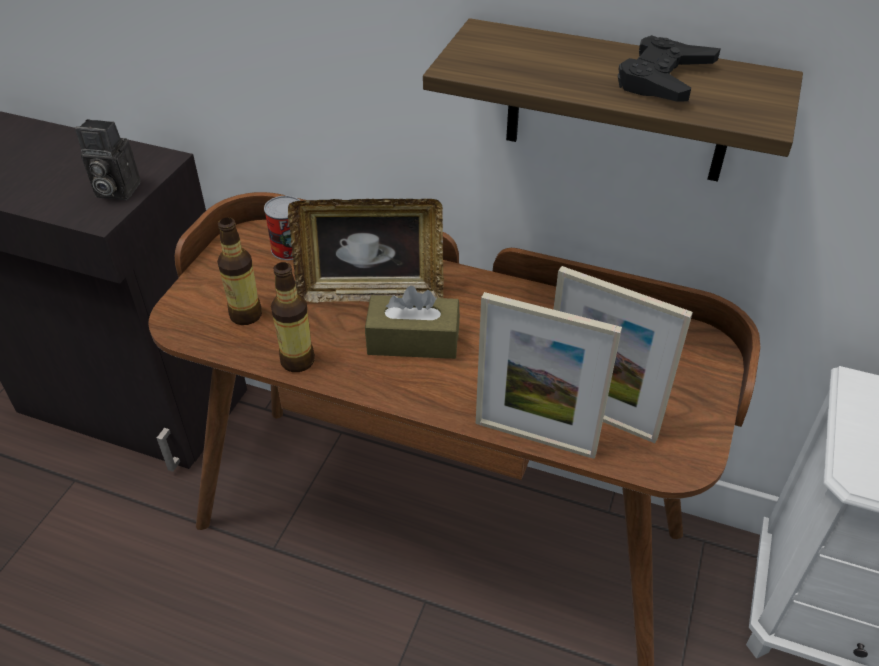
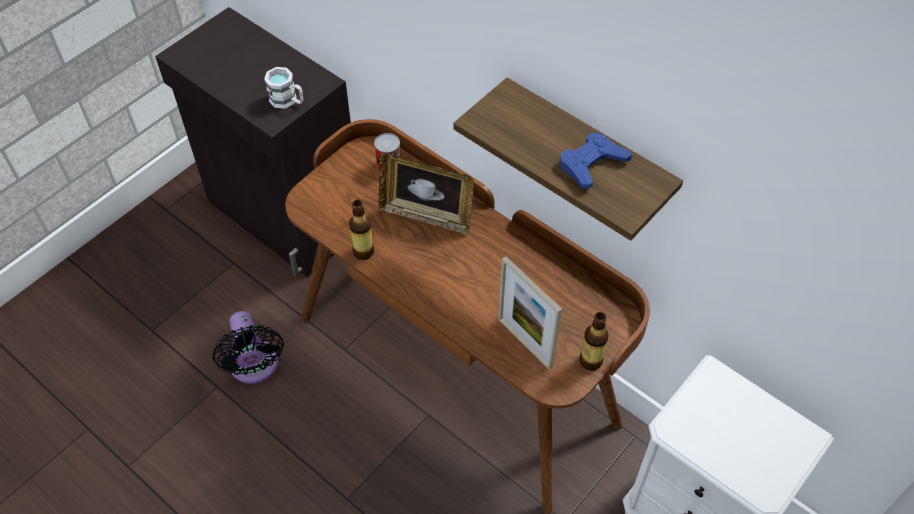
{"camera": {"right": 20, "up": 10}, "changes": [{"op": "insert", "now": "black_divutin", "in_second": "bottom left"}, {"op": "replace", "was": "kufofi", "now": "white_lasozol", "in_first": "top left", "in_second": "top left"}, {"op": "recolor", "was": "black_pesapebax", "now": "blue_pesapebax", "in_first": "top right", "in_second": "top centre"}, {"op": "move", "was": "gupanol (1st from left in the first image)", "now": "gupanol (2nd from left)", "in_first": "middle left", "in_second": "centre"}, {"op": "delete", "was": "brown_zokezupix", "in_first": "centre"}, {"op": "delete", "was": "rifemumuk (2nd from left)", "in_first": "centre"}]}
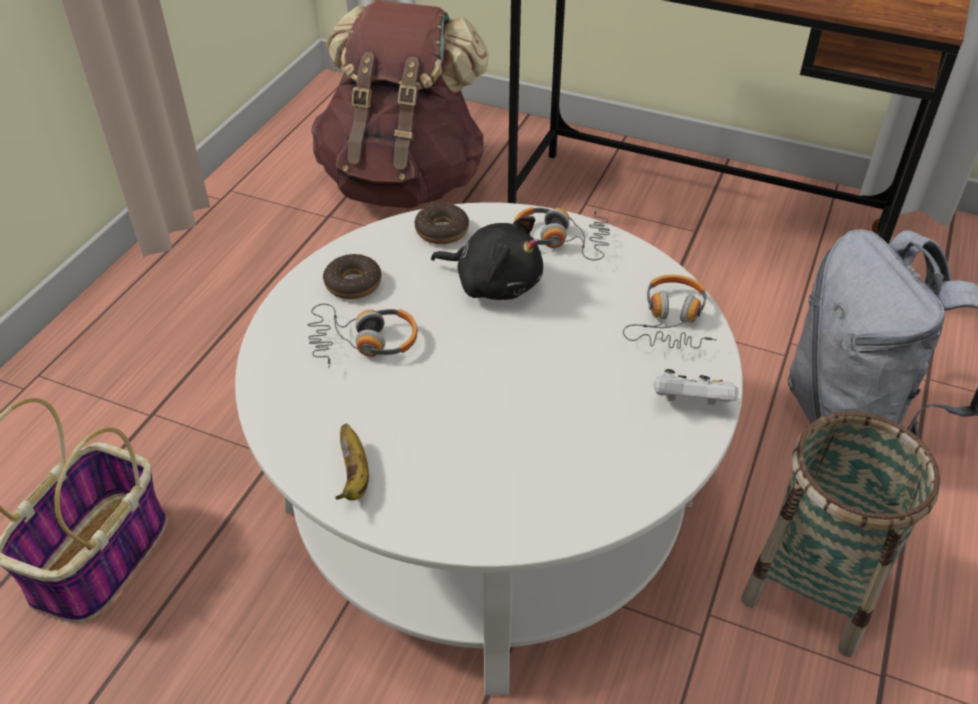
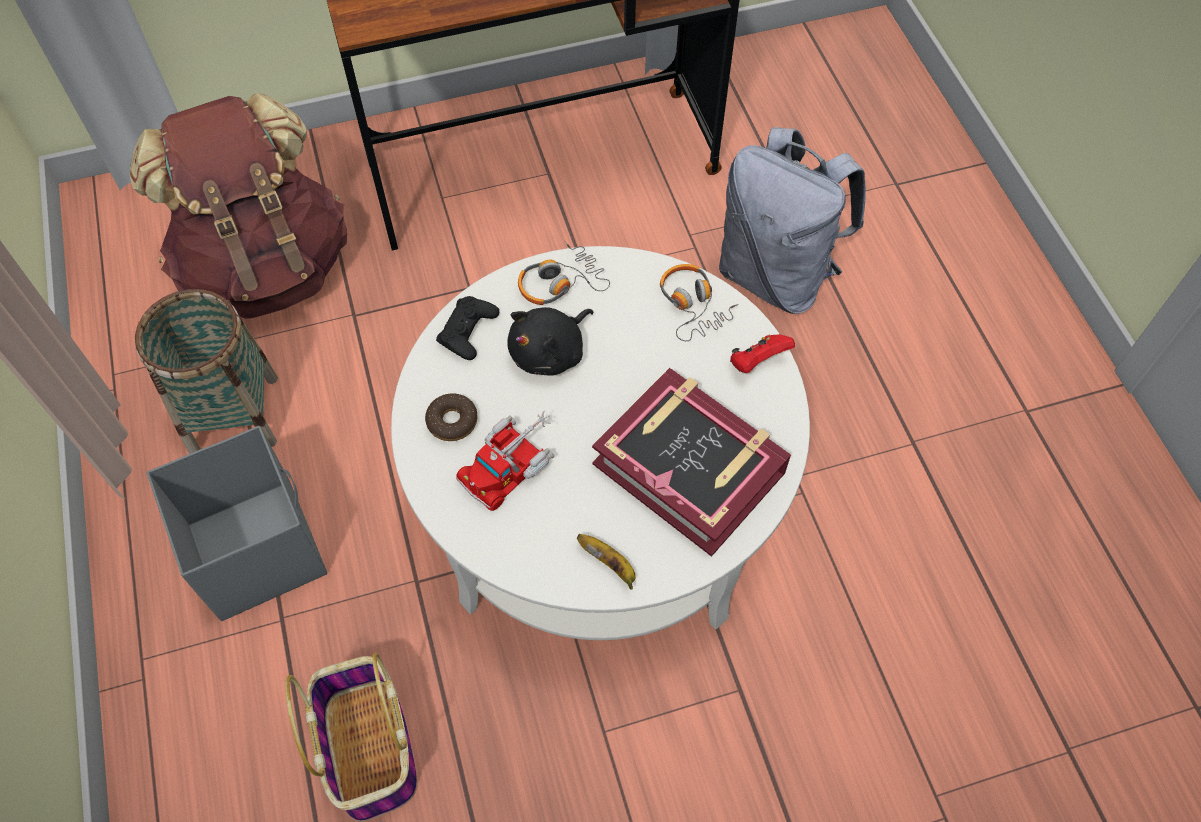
{"camera": {"right": -40, "up": 15}, "changes": [{"op": "move", "was": "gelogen (2nd from left in the first image)", "now": "gelogen (1st from left)", "in_first": "bottom right", "in_second": "middle left"}, {"op": "insert", "now": "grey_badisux", "in_second": "middle left"}, {"op": "replace", "was": "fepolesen (2nd from left)", "now": "black_pesapebax", "in_first": "top centre", "in_second": "centre"}, {"op": "replace", "was": "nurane (1st from left)", "now": "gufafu", "in_first": "centre", "in_second": "centre"}, {"op": "rotate", "was": "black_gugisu", "in_first": "centre", "in_second": "centre", "clockwise": 150}, {"op": "insert", "now": "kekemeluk", "in_second": "centre"}, {"op": "recolor", "was": "white_pesapebax", "now": "red_pesapebax", "in_first": "middle right", "in_second": "centre"}]}
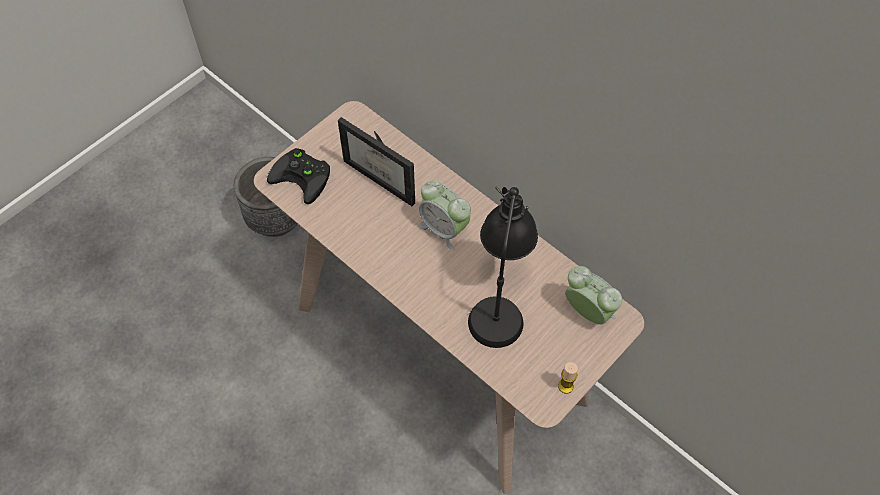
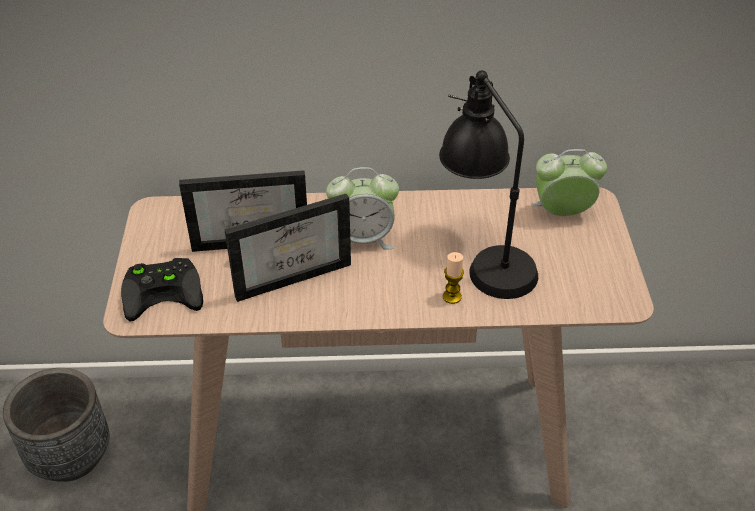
{"camera": {"right": -45, "up": -15}, "changes": [{"op": "insert", "now": "rifemumuk (2nd from left)", "in_second": "centre"}, {"op": "move", "was": "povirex", "in_first": "bottom centre", "in_second": "centre"}]}
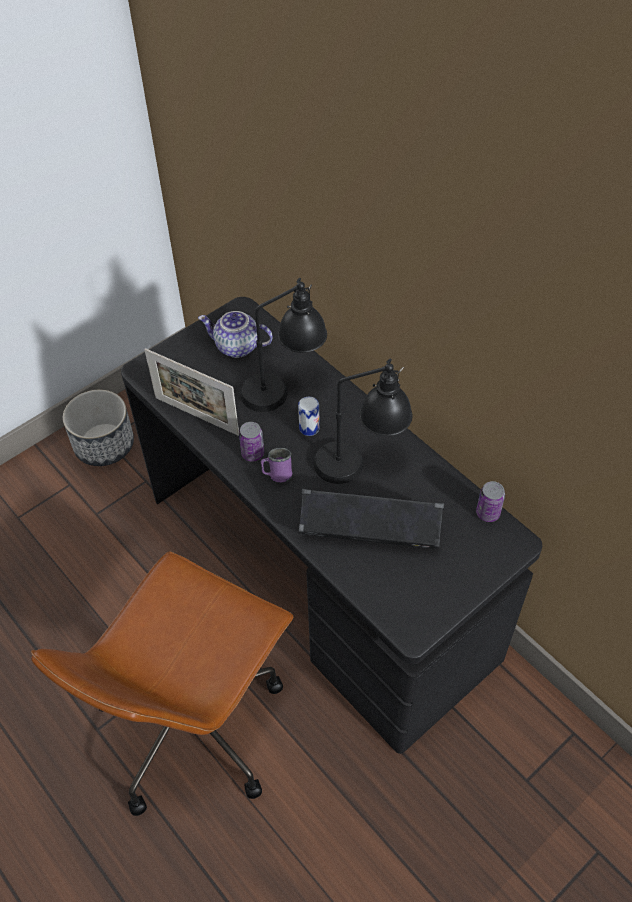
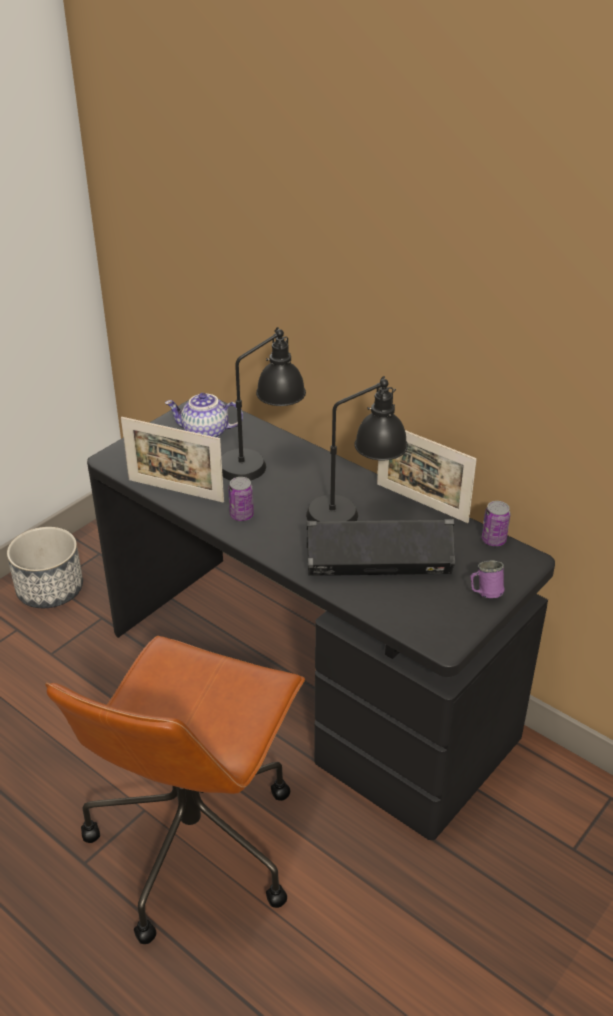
{"camera": {"right": -10, "up": -15}, "changes": [{"op": "insert", "now": "rifemumuk (2nd from left)", "in_second": "middle right"}, {"op": "move", "was": "purple_lasozol", "in_first": "centre", "in_second": "middle right"}, {"op": "delete", "was": "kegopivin (2nd from left)", "in_first": "centre"}]}
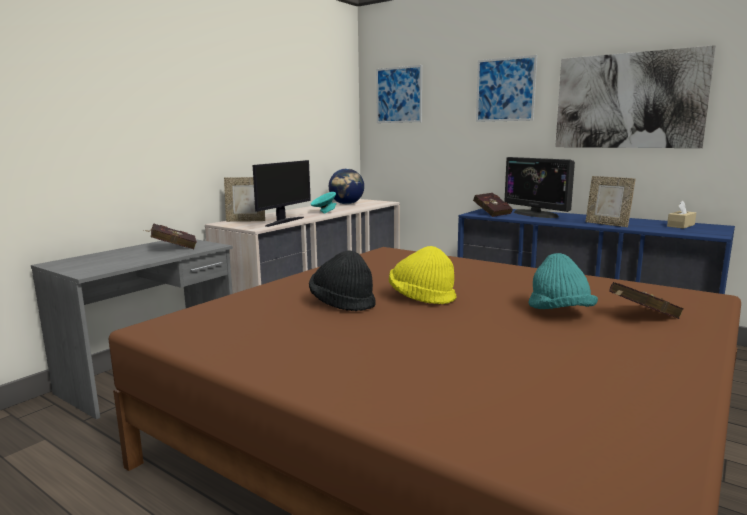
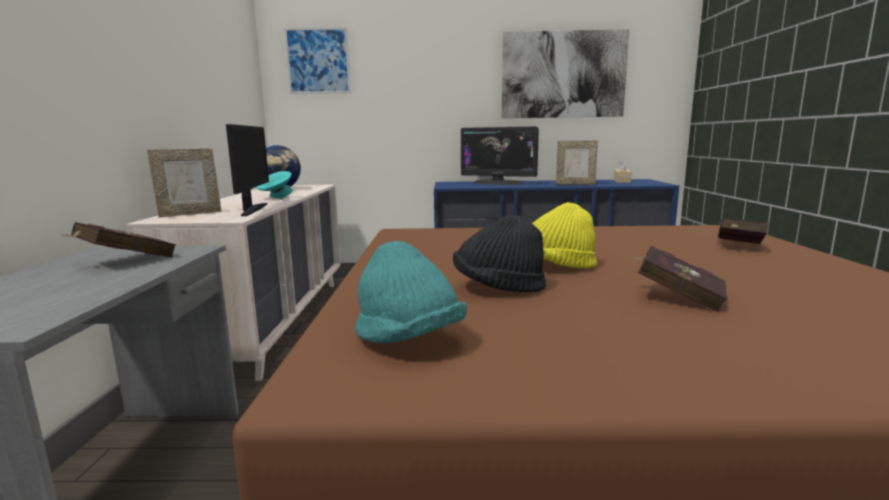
{"camera": {"right": -35, "up": 0}, "changes": [{"op": "move", "was": "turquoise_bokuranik", "in_first": "middle right", "in_second": "centre"}, {"op": "move", "was": "red_kekemeluk (2nd from left)", "in_first": "centre", "in_second": "middle right"}, {"op": "delete", "was": "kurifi (2nd from left)", "in_first": "top right"}]}
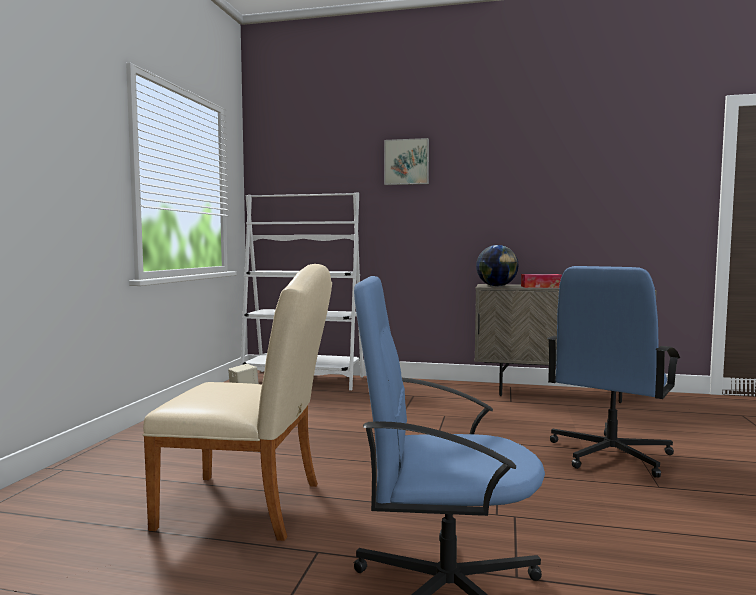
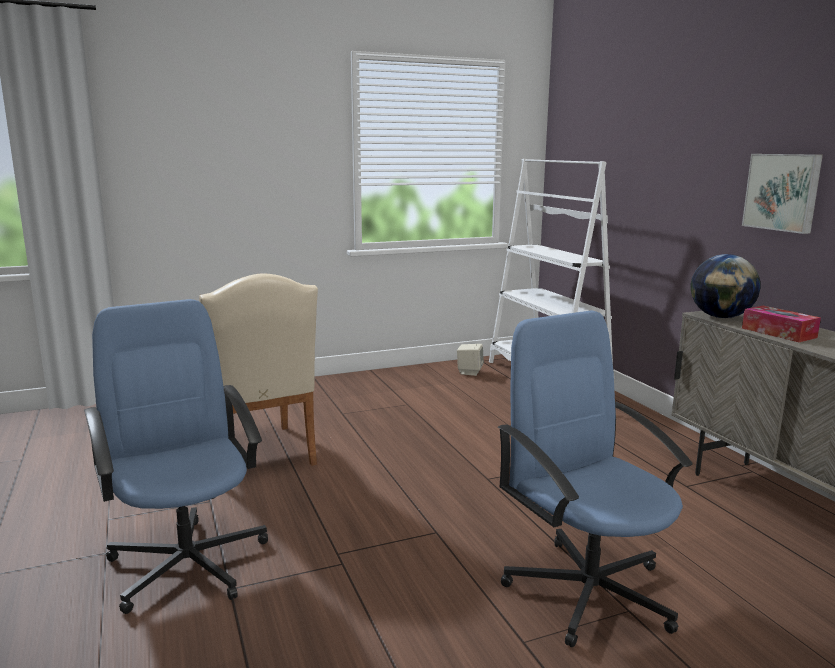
{"camera": {"right": 55, "up": 10}, "changes": [{"op": "rotate", "was": "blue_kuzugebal (2nd from left)", "in_first": "middle right", "in_second": "bottom right", "clockwise": 60}, {"op": "move", "was": "kurifi", "in_first": "top centre", "in_second": "top right"}]}
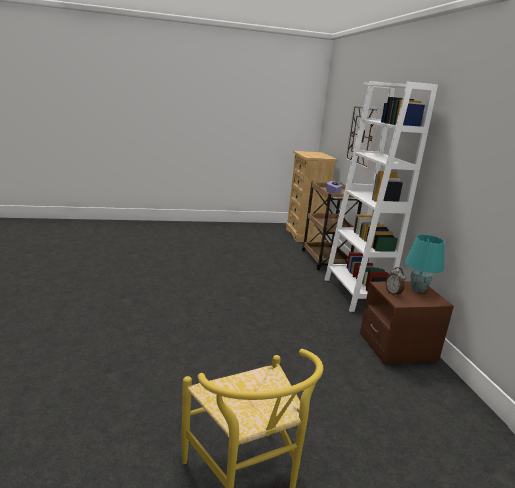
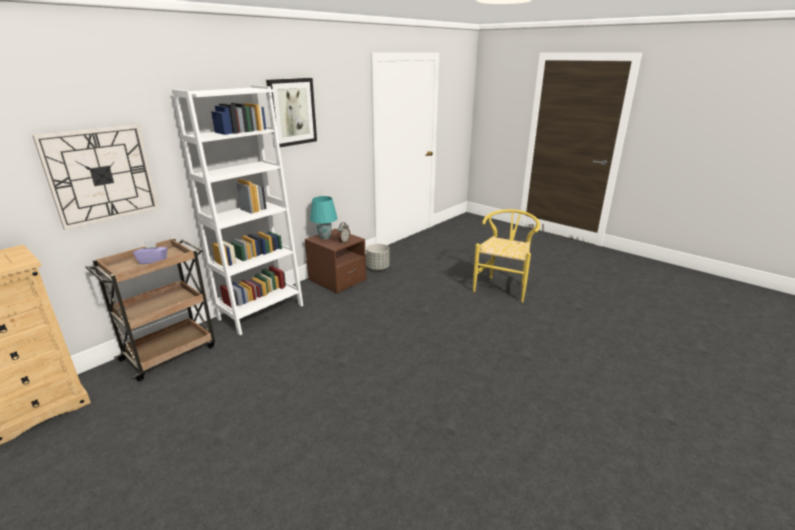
{"camera": {"right": -125, "up": 5}, "changes": [{"op": "insert", "now": "kurifi", "in_second": "top centre"}, {"op": "insert", "now": "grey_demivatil", "in_second": "centre"}]}
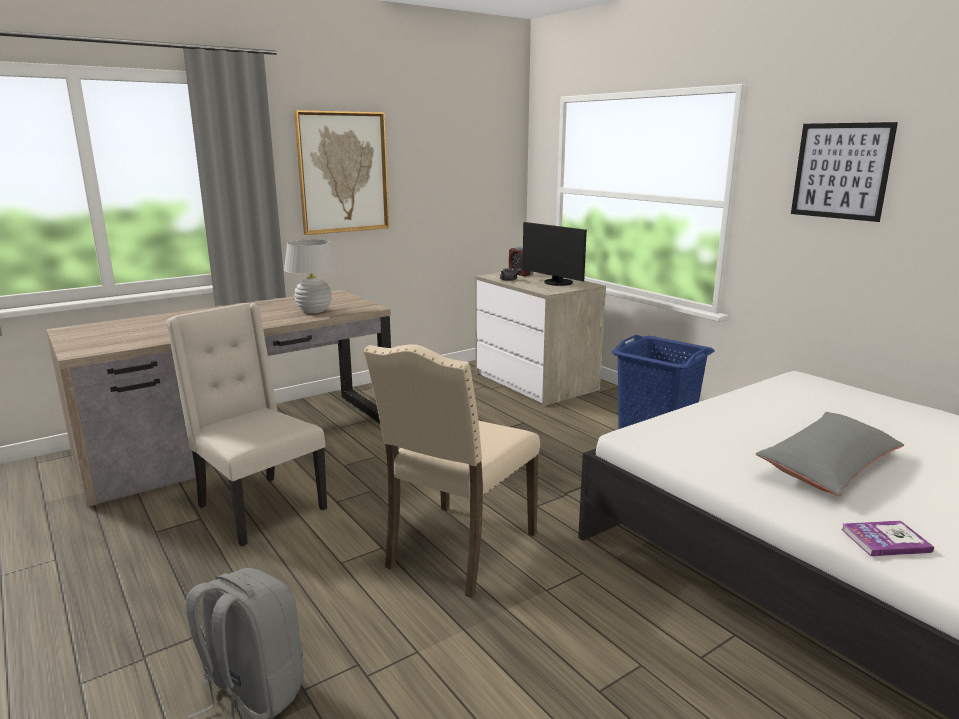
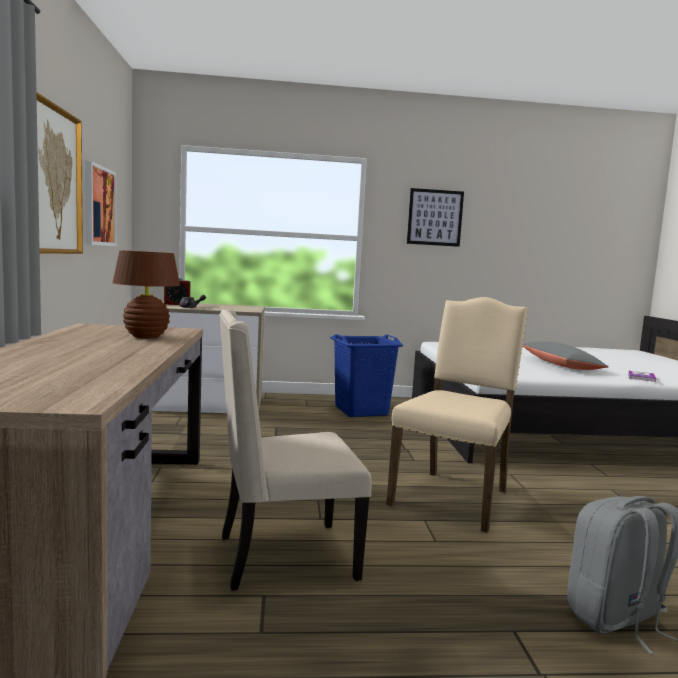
{"camera": {"right": -60, "up": -10}, "changes": [{"op": "insert", "now": "kurifi (2nd from left)", "in_second": "top left"}, {"op": "recolor", "was": "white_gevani", "now": "brown_gevani", "in_first": "middle left", "in_second": "middle left"}, {"op": "rotate", "was": "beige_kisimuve (2nd from left)", "in_first": "centre", "in_second": "middle right", "clockwise": -120}, {"op": "delete", "was": "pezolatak", "in_first": "centre"}]}
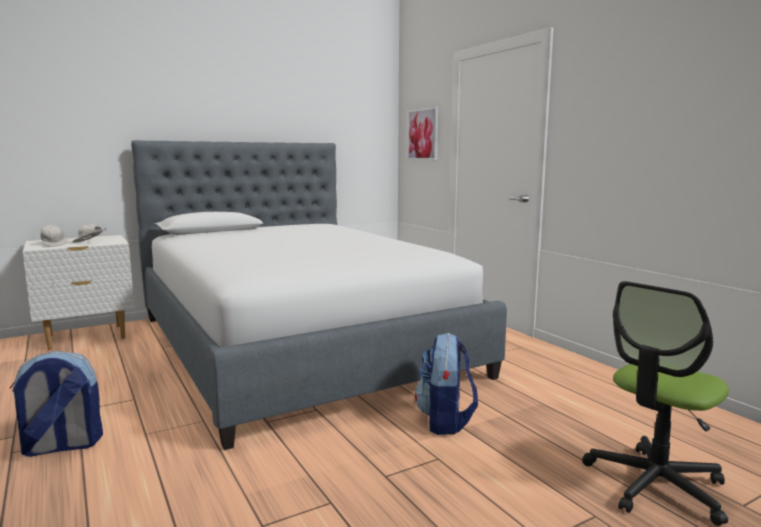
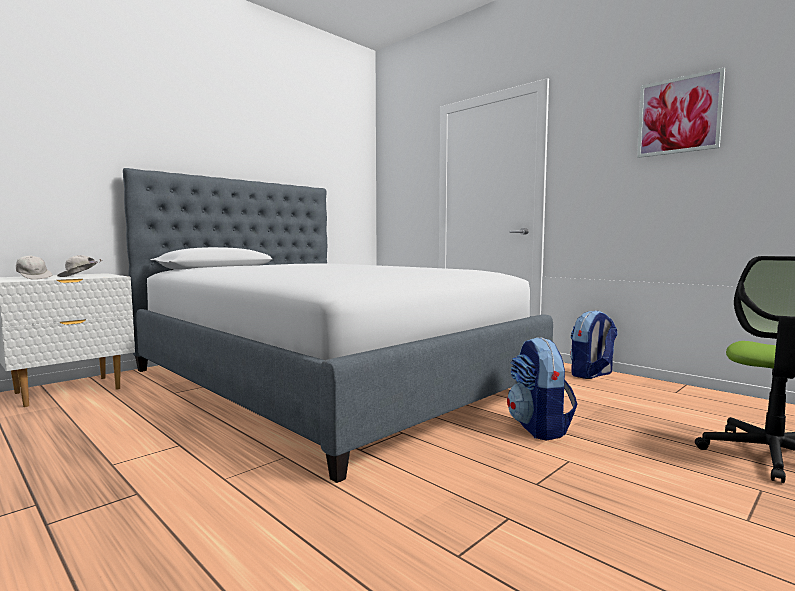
{"camera": {"right": -15, "up": -5}, "changes": [{"op": "move", "was": "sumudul (1st from left in the first image)", "now": "sumudul (2nd from left)", "in_first": "bottom left", "in_second": "middle right"}, {"op": "move", "was": "kurifi", "in_first": "top centre", "in_second": "top right"}]}
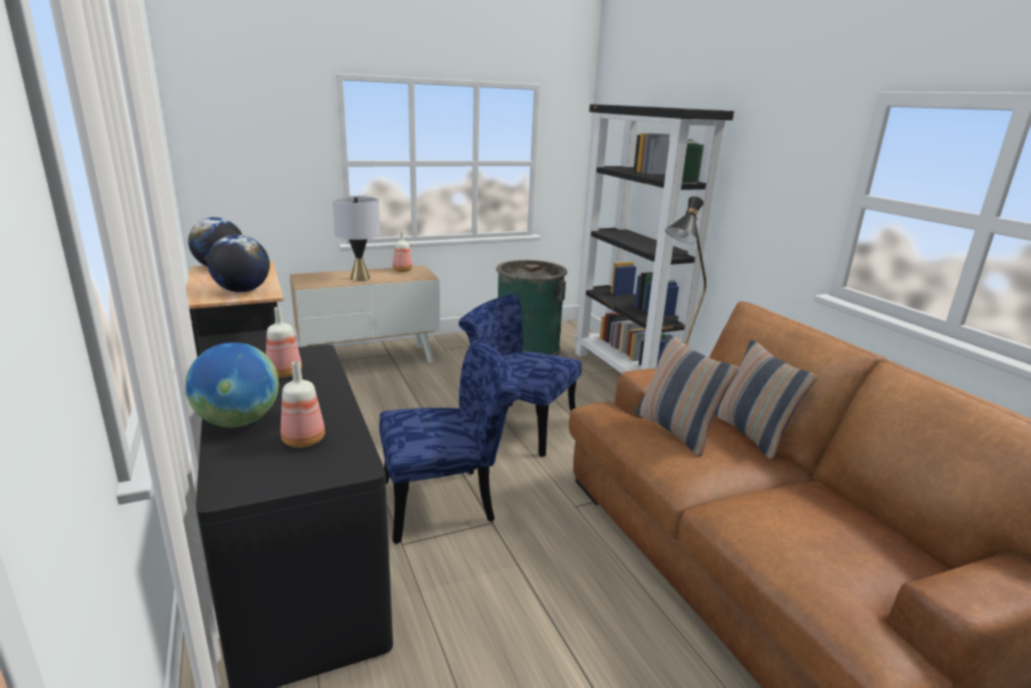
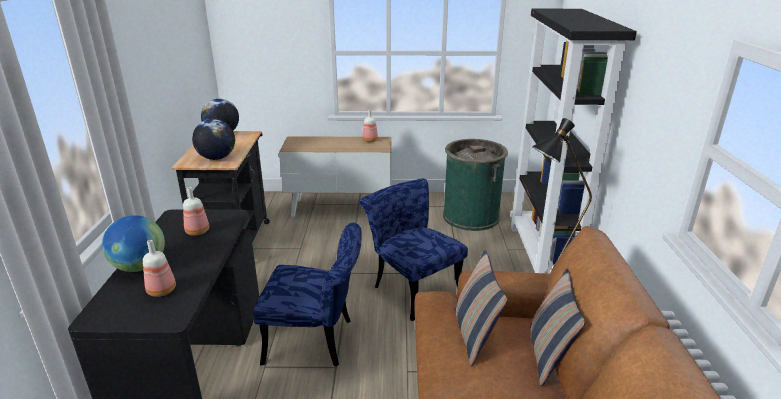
{"camera": {"right": 25, "up": 5}, "changes": [{"op": "delete", "was": "grey_gevani", "in_first": "centre"}]}
